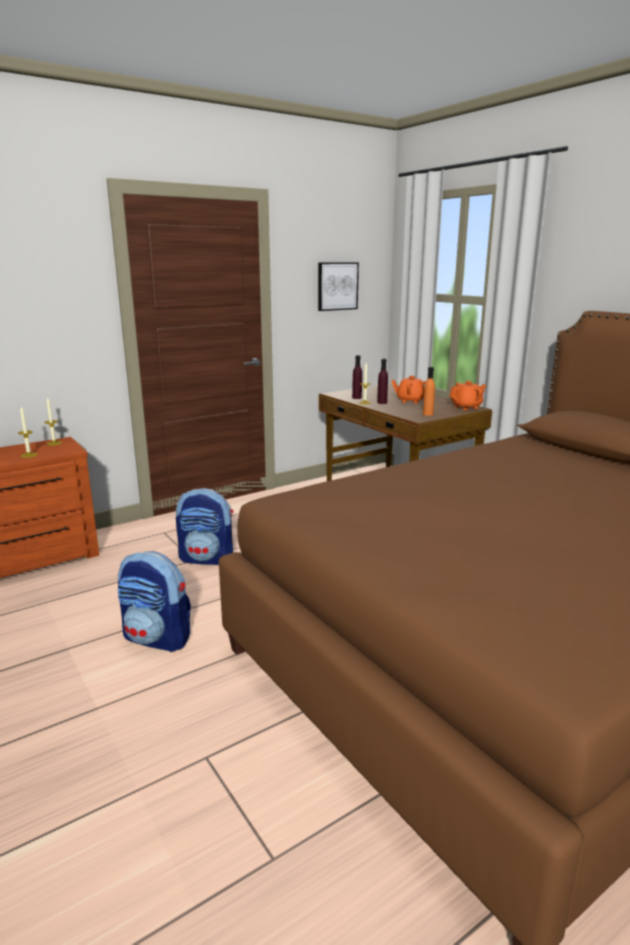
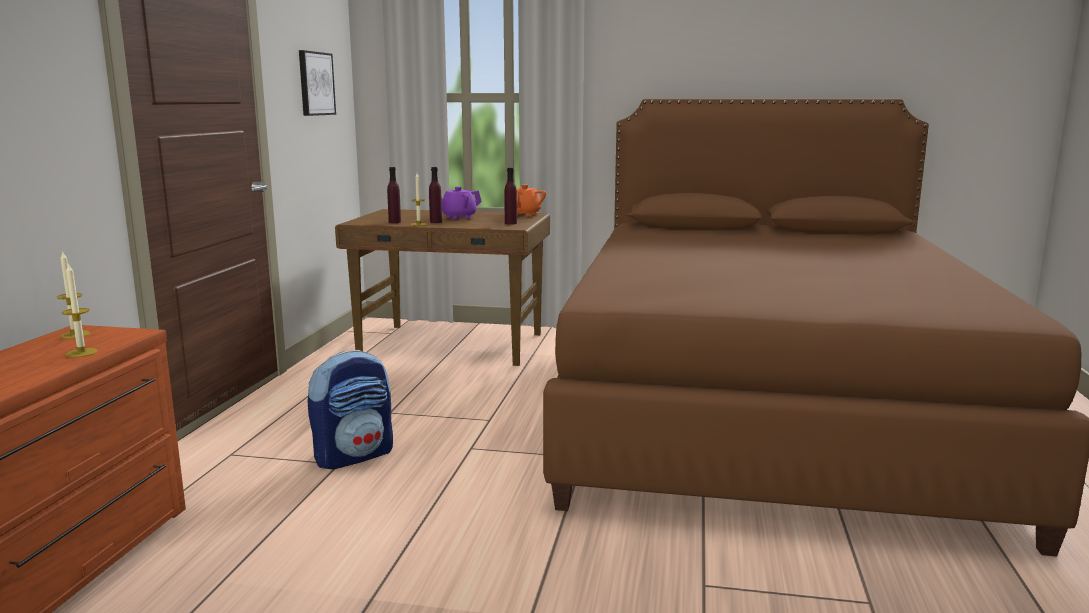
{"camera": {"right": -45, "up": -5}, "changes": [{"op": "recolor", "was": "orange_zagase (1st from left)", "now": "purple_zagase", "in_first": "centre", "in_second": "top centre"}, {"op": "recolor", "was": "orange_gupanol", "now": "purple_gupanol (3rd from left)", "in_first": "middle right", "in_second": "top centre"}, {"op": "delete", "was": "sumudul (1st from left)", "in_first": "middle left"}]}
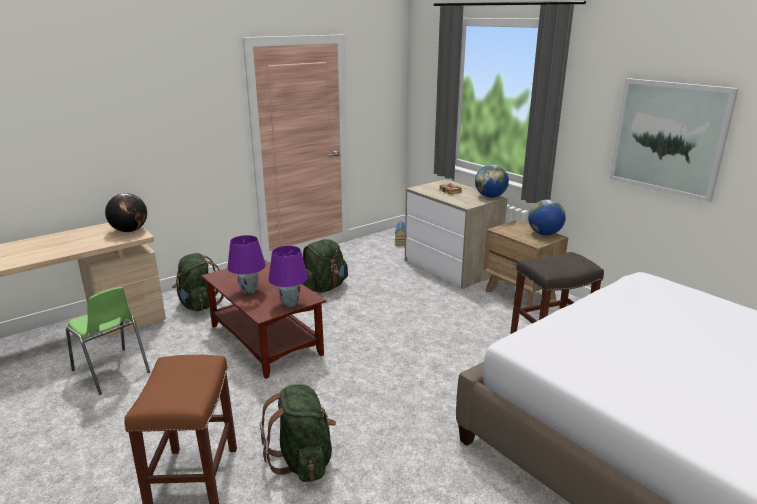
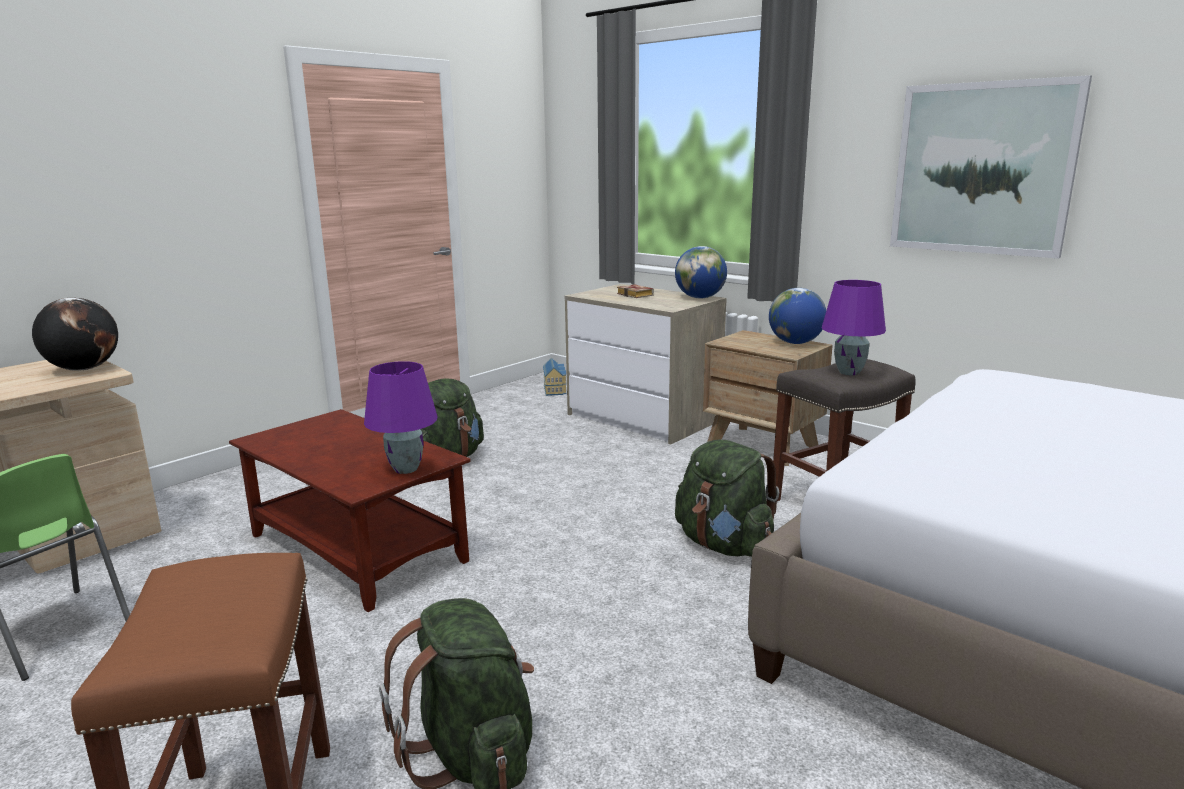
{"camera": {"right": -10, "up": -5}, "changes": [{"op": "move", "was": "green_sumudul (1st from left in the first image)", "now": "green_sumudul (3rd from left)", "in_first": "middle left", "in_second": "centre"}, {"op": "move", "was": "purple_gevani (1st from left in the first image)", "now": "purple_gevani (2nd from left)", "in_first": "middle left", "in_second": "middle right"}]}
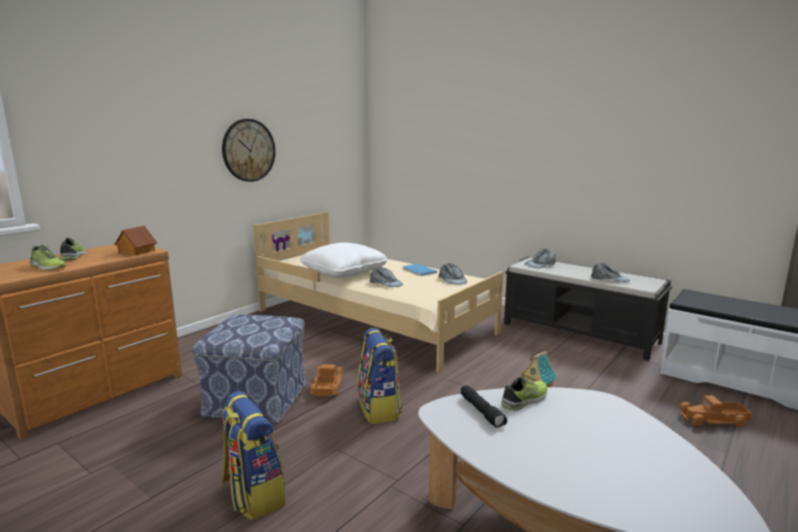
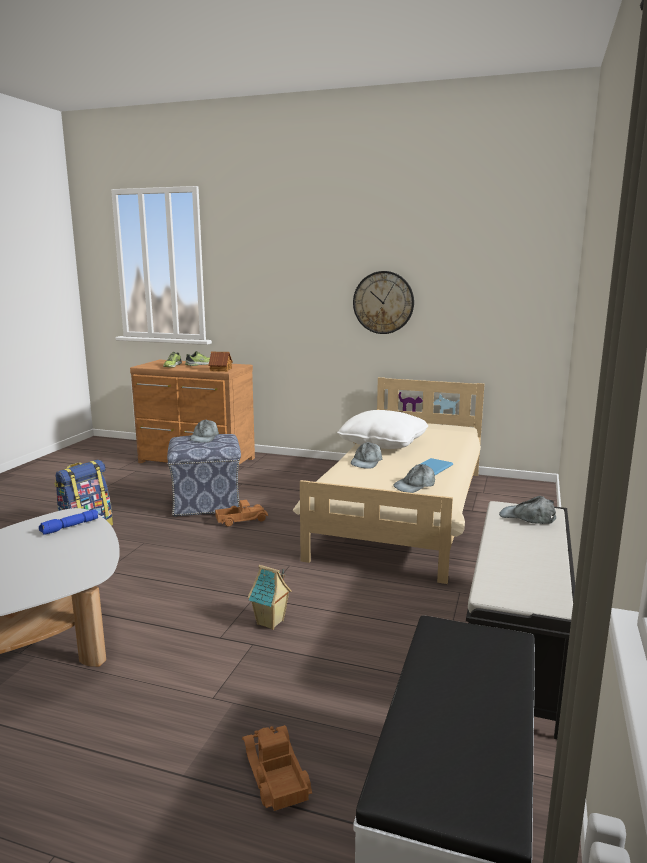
{"camera": {"right": 70, "up": 0}, "changes": [{"op": "recolor", "was": "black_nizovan", "now": "blue_nizovan", "in_first": "bottom centre", "in_second": "middle left"}, {"op": "move", "was": "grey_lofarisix (4th from left in the first image)", "now": "grey_lofarisix (1st from left)", "in_first": "middle right", "in_second": "middle left"}, {"op": "delete", "was": "sumudul (2nd from left)", "in_first": "bottom centre"}, {"op": "delete", "was": "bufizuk (3rd from left)", "in_first": "bottom centre"}]}
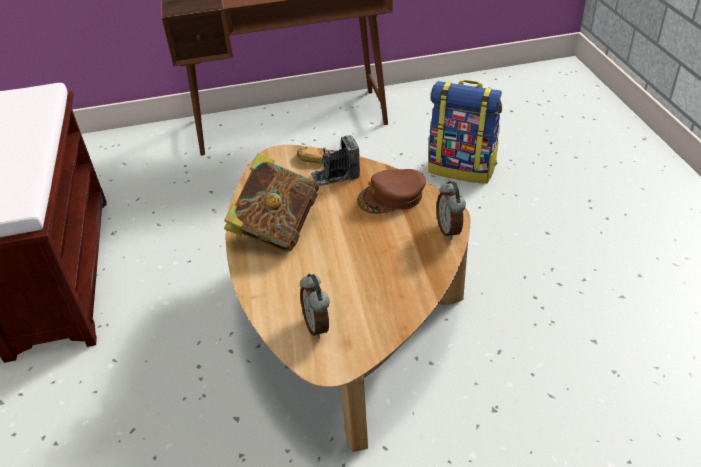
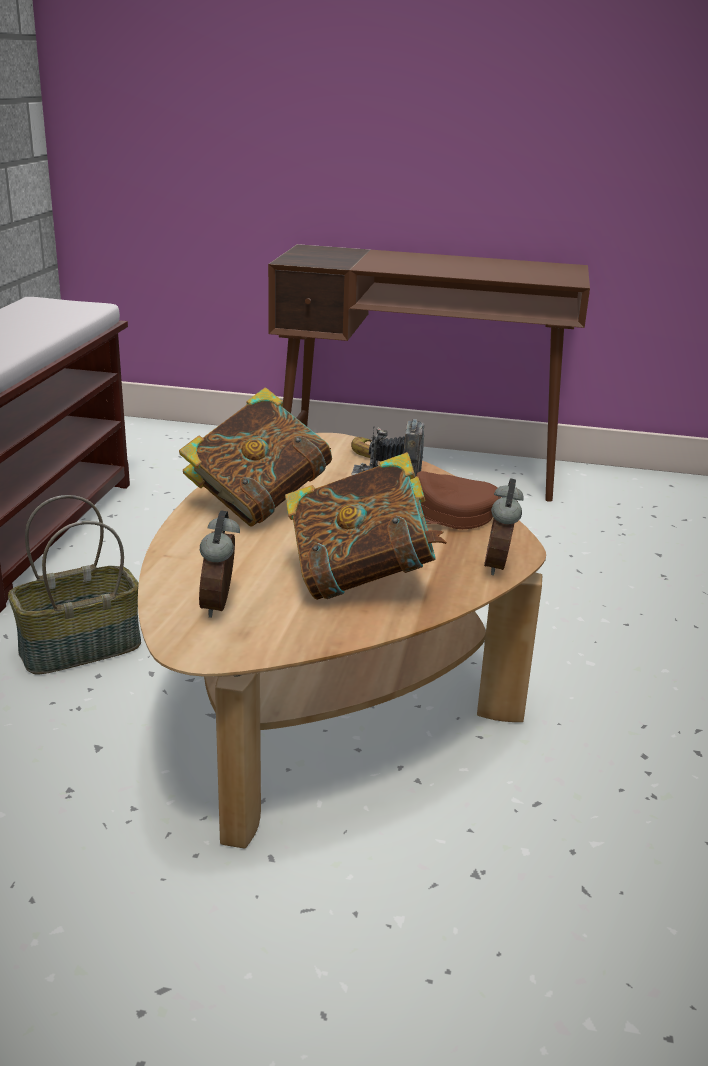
{"camera": {"right": 20, "up": -15}, "changes": [{"op": "insert", "now": "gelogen", "in_second": "middle left"}, {"op": "insert", "now": "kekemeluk (2nd from left)", "in_second": "centre"}, {"op": "delete", "was": "sumudul", "in_first": "top centre"}]}
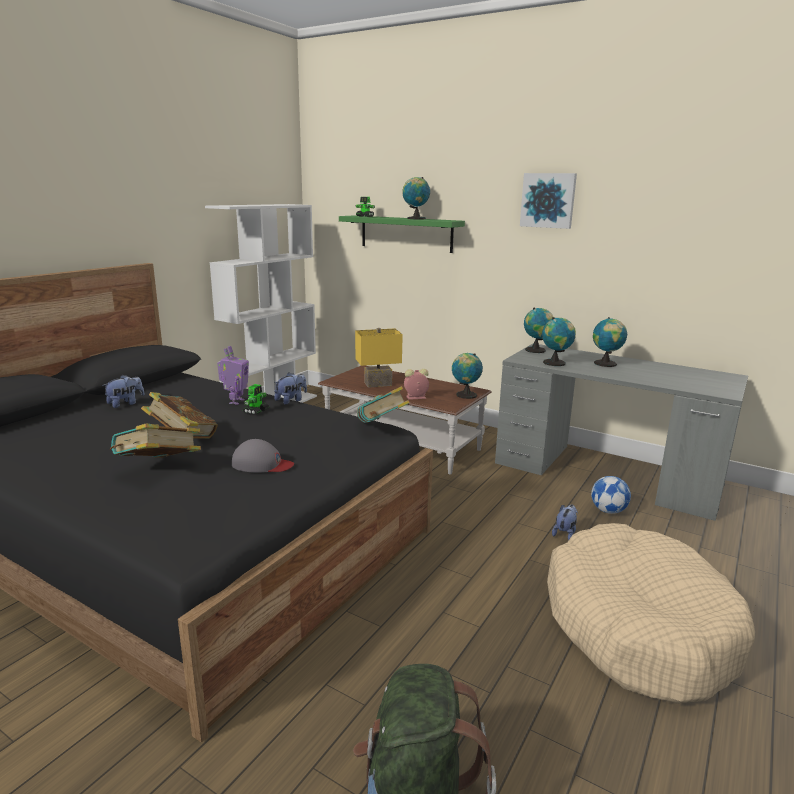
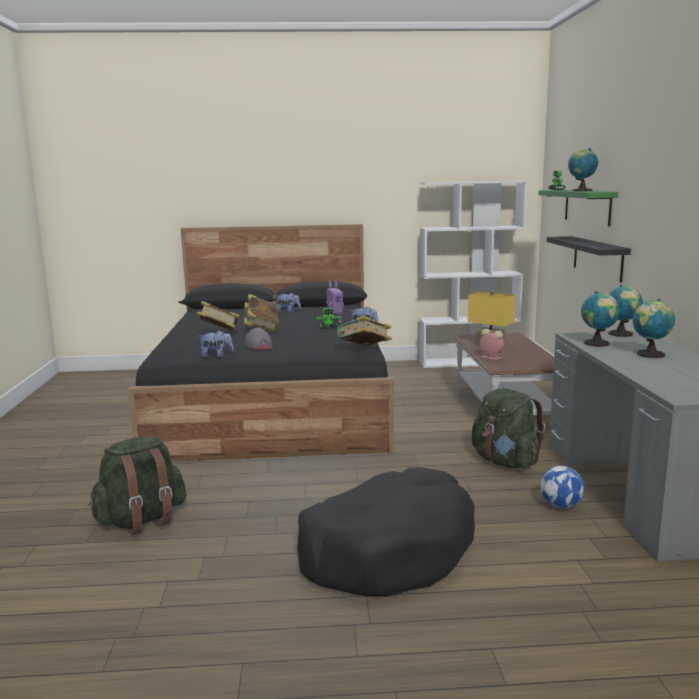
{"camera": {"right": 55, "up": -5}, "changes": [{"op": "move", "was": "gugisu (3rd from left in the first image)", "now": "gugisu (1st from left)", "in_first": "middle right", "in_second": "middle left"}, {"op": "recolor", "was": "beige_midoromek", "now": "black_midoromek", "in_first": "bottom right", "in_second": "bottom centre"}, {"op": "insert", "now": "green_sumudul (2nd from left)", "in_second": "middle right"}, {"op": "insert", "now": "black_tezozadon", "in_second": "middle right"}, {"op": "delete", "was": "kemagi (2nd from left)", "in_first": "centre"}, {"op": "delete", "was": "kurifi", "in_first": "top right"}]}
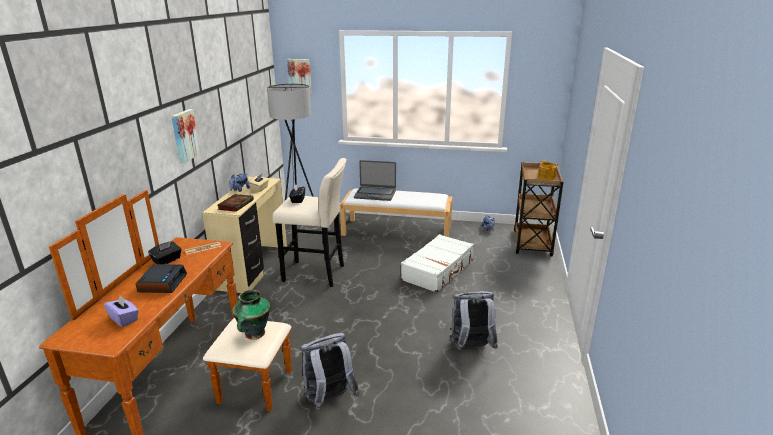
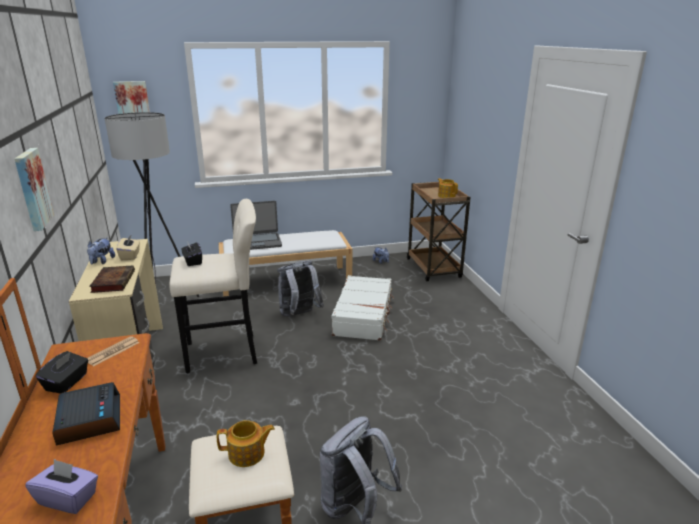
{"camera": {"right": -25, "up": 0}, "changes": [{"op": "replace", "was": "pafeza", "now": "zagase (1st from left)", "in_first": "bottom left", "in_second": "bottom centre"}, {"op": "move", "was": "grey_sumudul (2nd from left in the first image)", "now": "grey_sumudul (1st from left)", "in_first": "bottom centre", "in_second": "centre"}]}
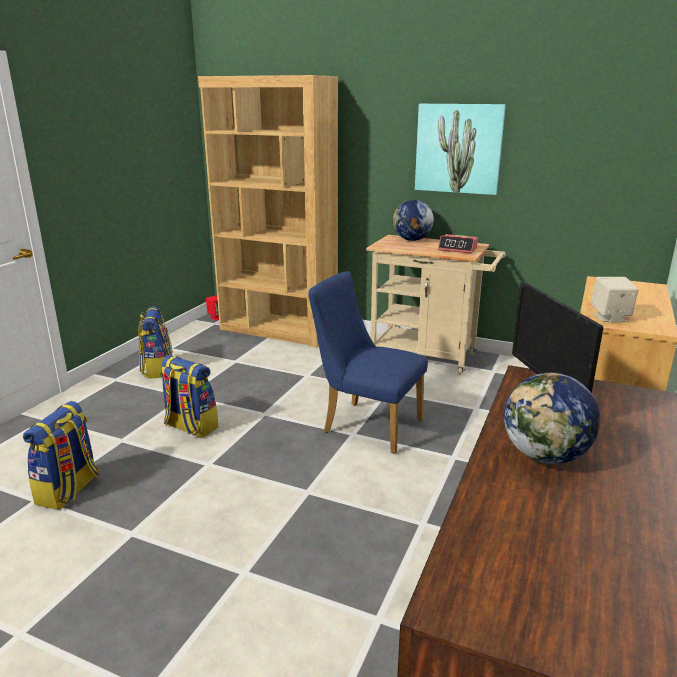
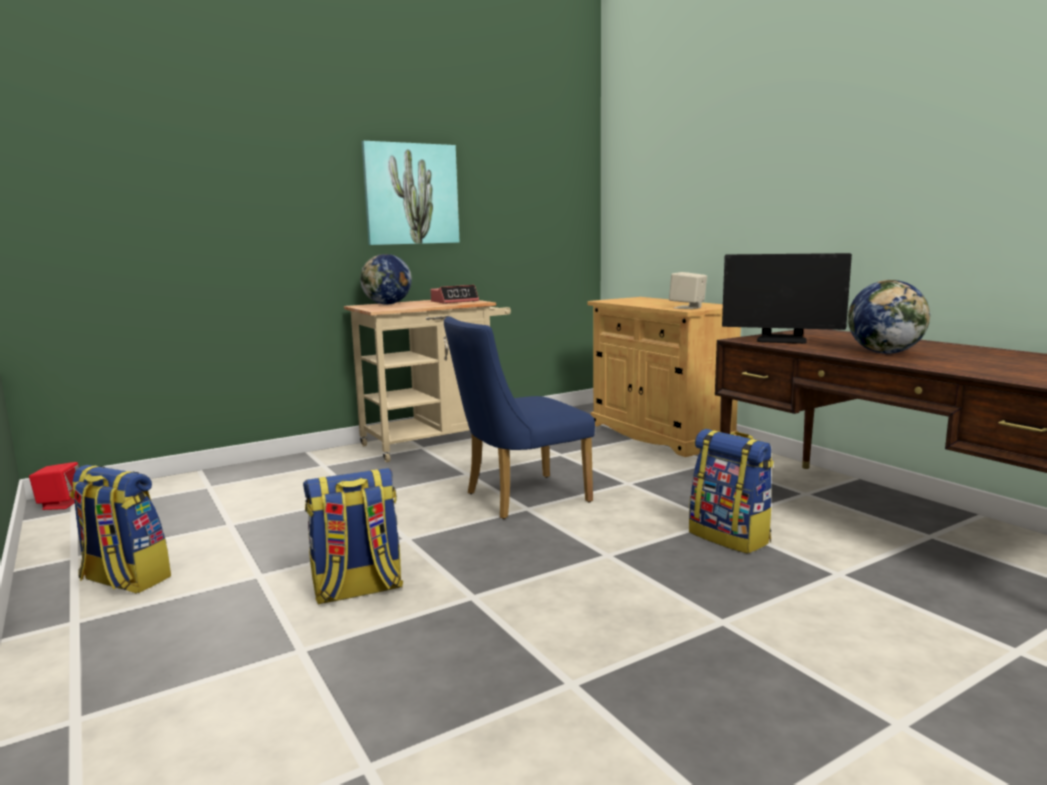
{"camera": {"right": -55, "up": -10}, "changes": [{"op": "move", "was": "sumudul (1st from left in the first image)", "now": "sumudul (3rd from left)", "in_first": "bottom left", "in_second": "middle right"}, {"op": "delete", "was": "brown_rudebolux", "in_first": "top centre"}]}
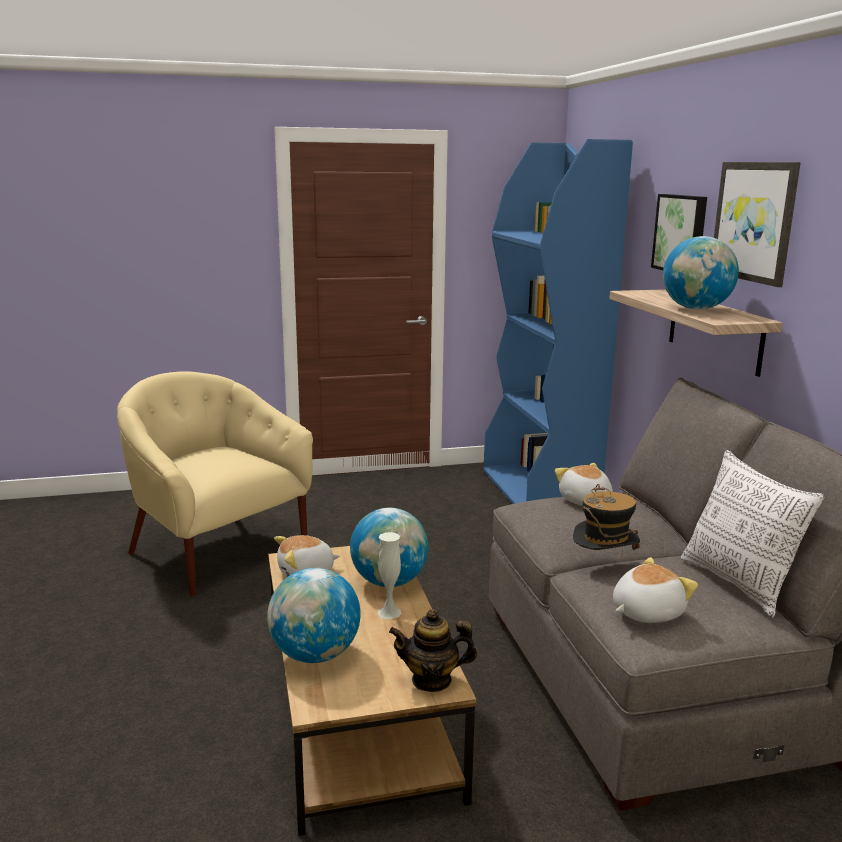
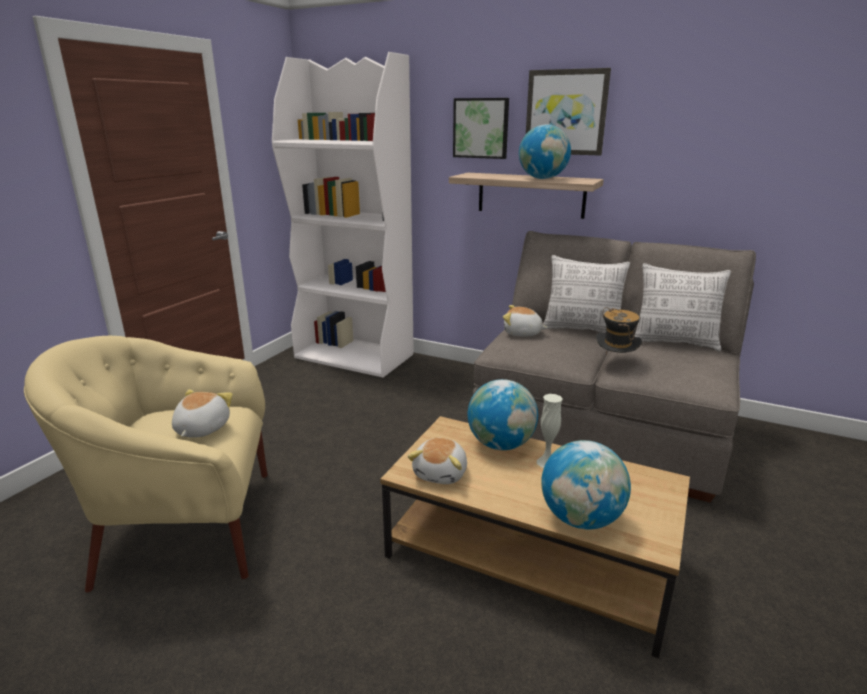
{"camera": {"right": -50, "up": 5}, "changes": [{"op": "move", "was": "gugisu (3rd from left in the first image)", "now": "gugisu (1st from left)", "in_first": "bottom right", "in_second": "middle left"}, {"op": "recolor", "was": "blue_rudebolux", "now": "white_rudebolux", "in_first": "centre", "in_second": "top centre"}, {"op": "insert", "now": "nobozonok (1st from left)", "in_second": "middle right"}, {"op": "delete", "was": "zagase", "in_first": "bottom centre"}]}
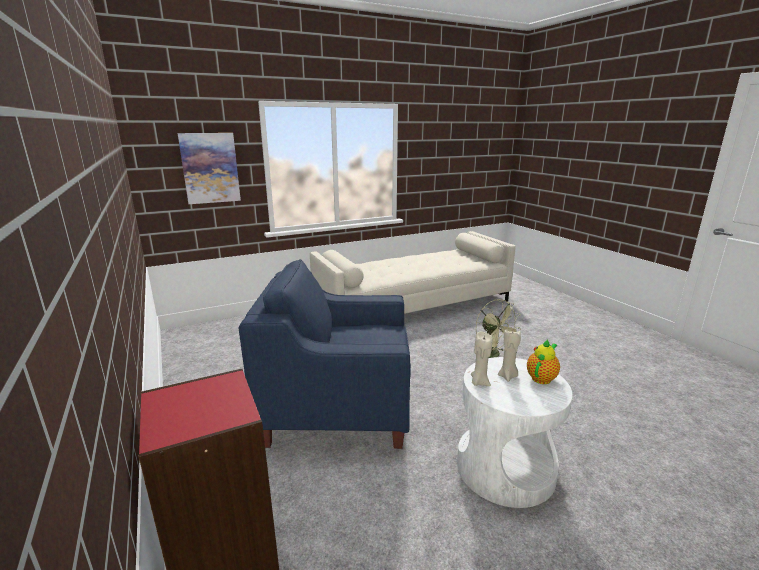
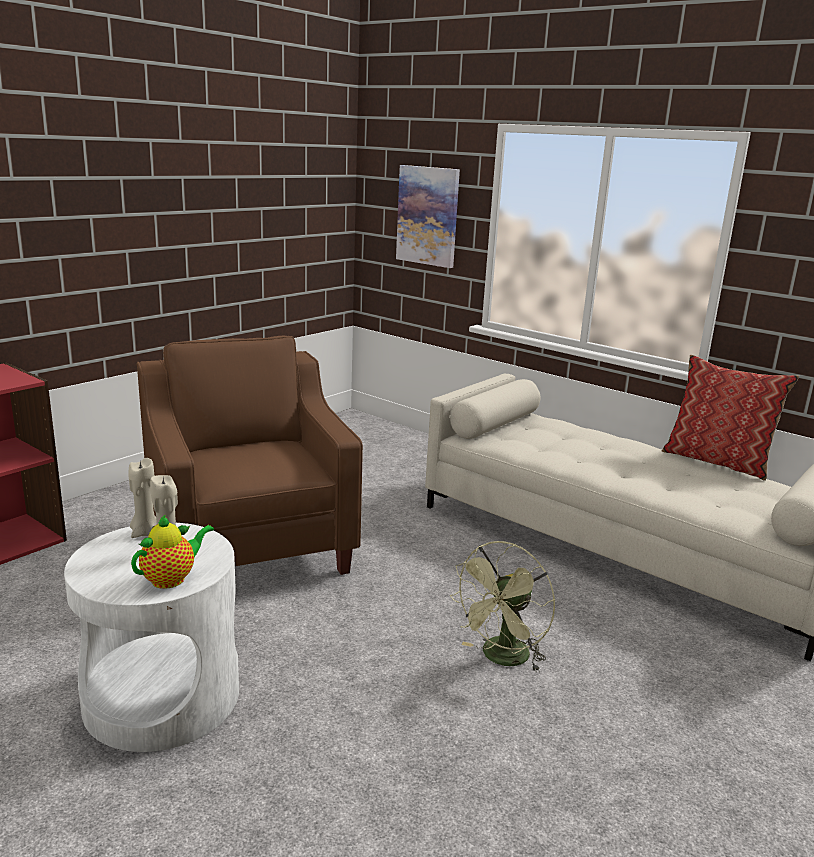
{"camera": {"right": 65, "up": 0}, "changes": [{"op": "rotate", "was": "zagase", "in_first": "middle right", "in_second": "middle left", "clockwise": -60}, {"op": "recolor", "was": "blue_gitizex", "now": "brown_gitizex", "in_first": "centre", "in_second": "middle left"}, {"op": "insert", "now": "nobozonok", "in_second": "middle right"}]}
